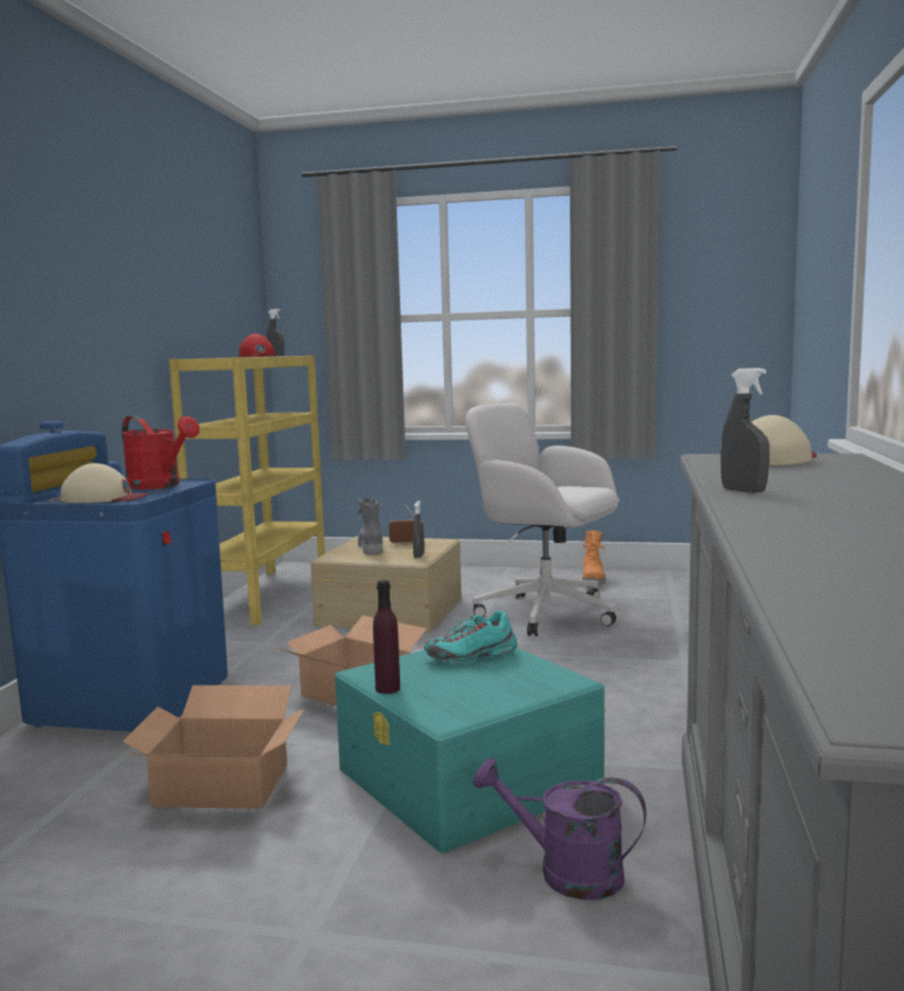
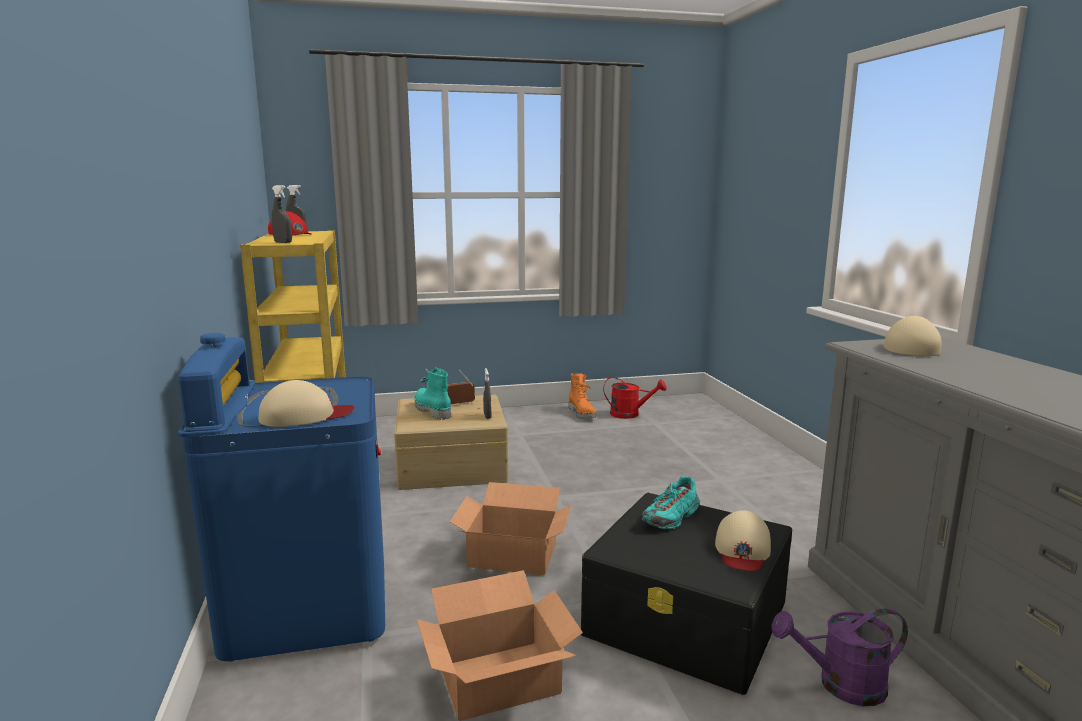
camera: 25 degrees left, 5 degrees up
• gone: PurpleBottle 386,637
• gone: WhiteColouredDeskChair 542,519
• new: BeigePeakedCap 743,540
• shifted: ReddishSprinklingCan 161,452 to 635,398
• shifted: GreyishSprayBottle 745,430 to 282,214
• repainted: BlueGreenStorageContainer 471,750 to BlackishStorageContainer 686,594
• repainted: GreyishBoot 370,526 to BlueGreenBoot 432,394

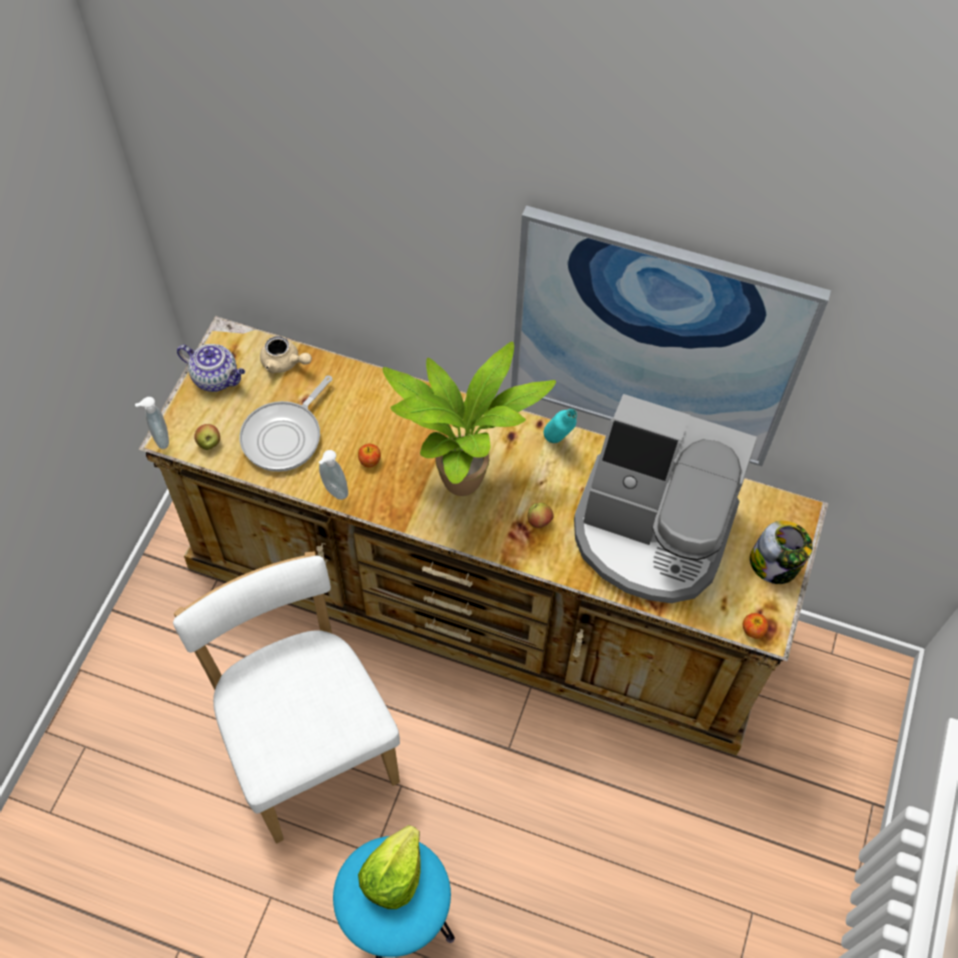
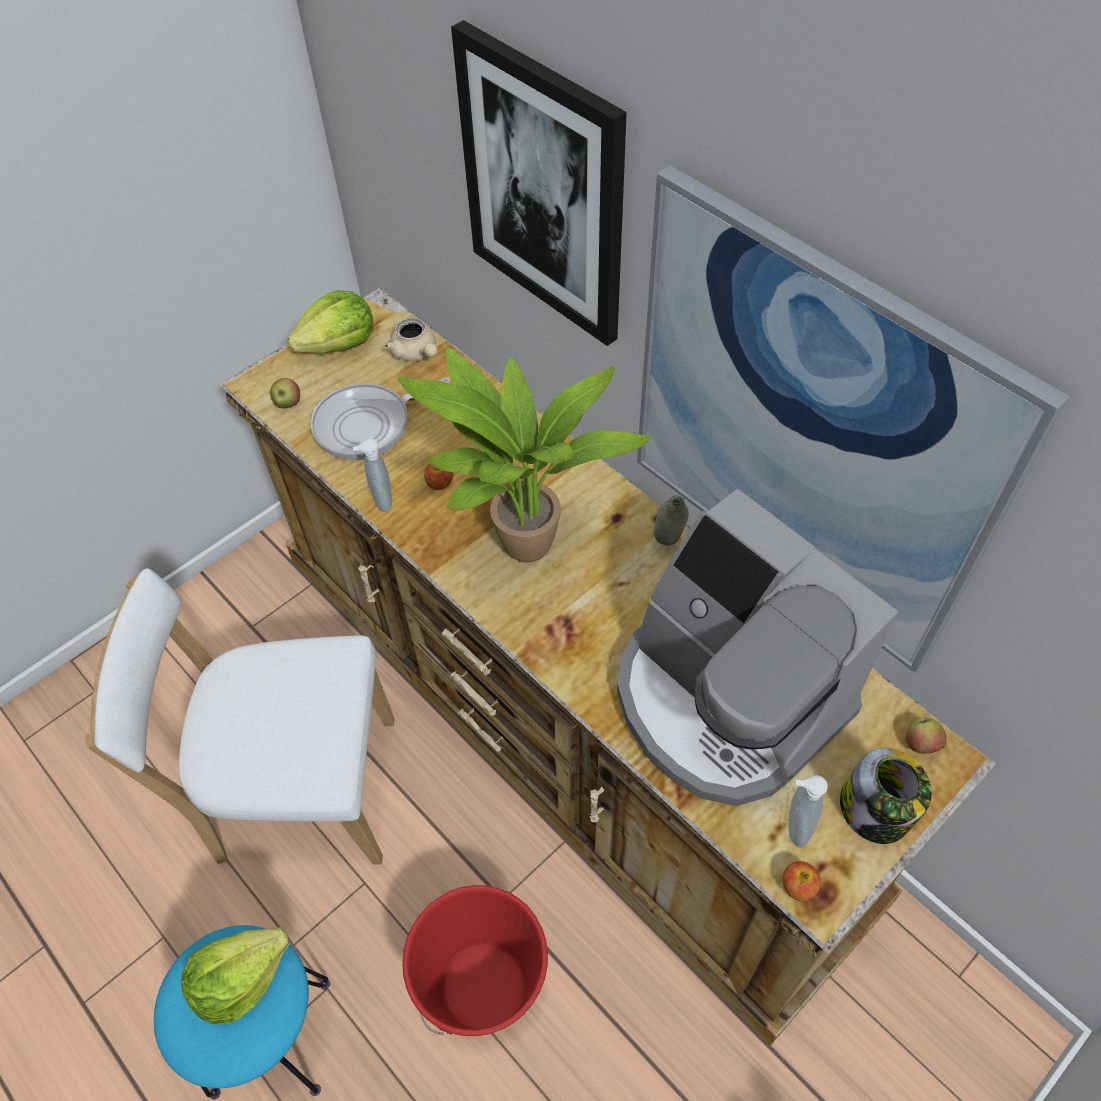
camera: 30 degrees right, 5 degrees down
• new: ReddishWaterBucket 475,960
• new: WallPicture 539,183
• shifted: SoapBottle 152,423 to 808,811
• shifted: AppleFruit 541,515 to 926,735
• swapped: TeaPot 211,368 to Lettuce 330,322
• repainted: BlueGreenBottle 560,426 to GreyishBottle 671,520
• rotated: WhiteColouredPlainChair 286,697 = 240,716 90 degrees counterclockwise

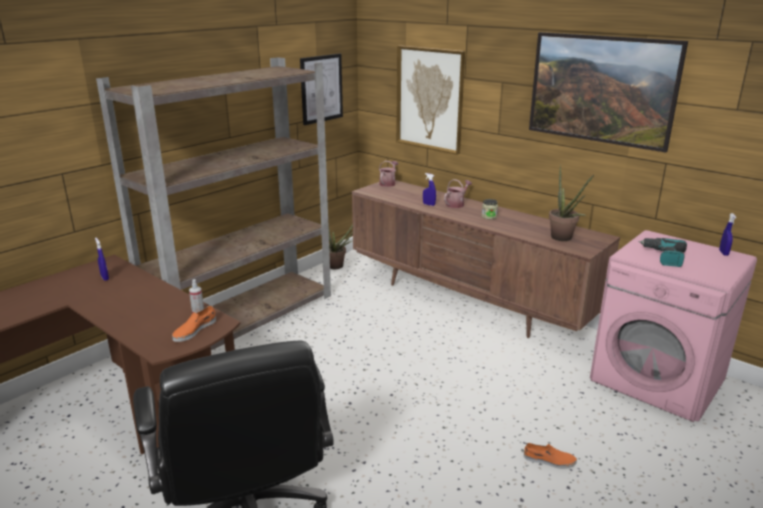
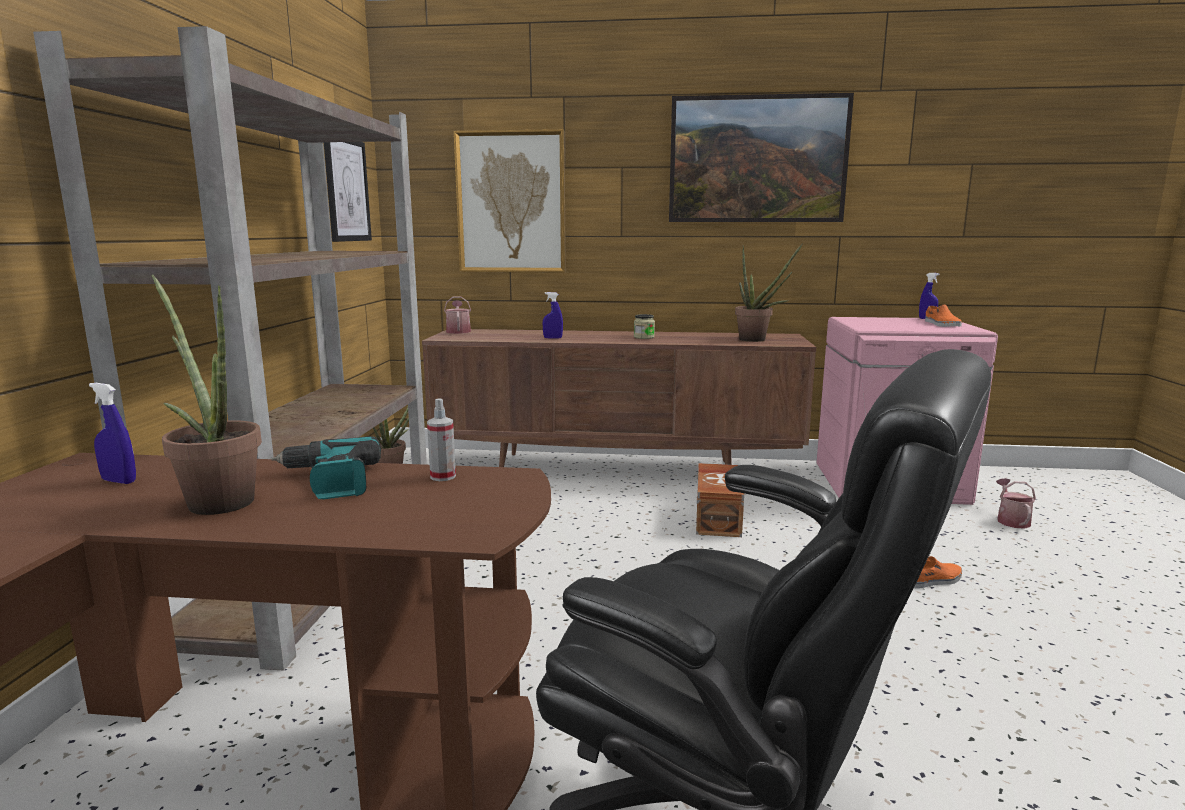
camera: 35 degrees left, 10 degrees down
• new: PlantInAPot 206,394
• new: BrownColouredStorageContainer 720,500
• shifted: OrangeShoe 194,324 to 943,316
• shifted: SprinklingCan 458,193 to 1016,503
• shifted: PowerDrill 663,252 to 326,467

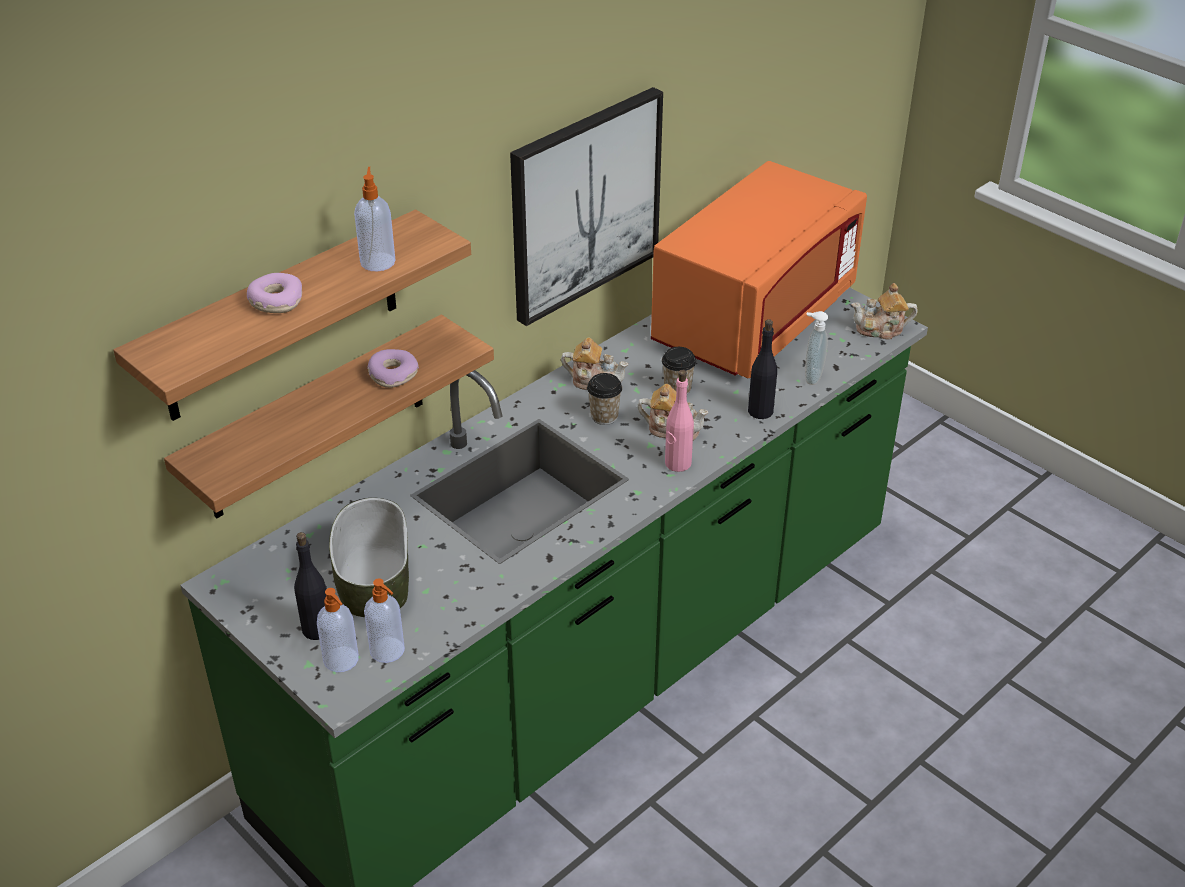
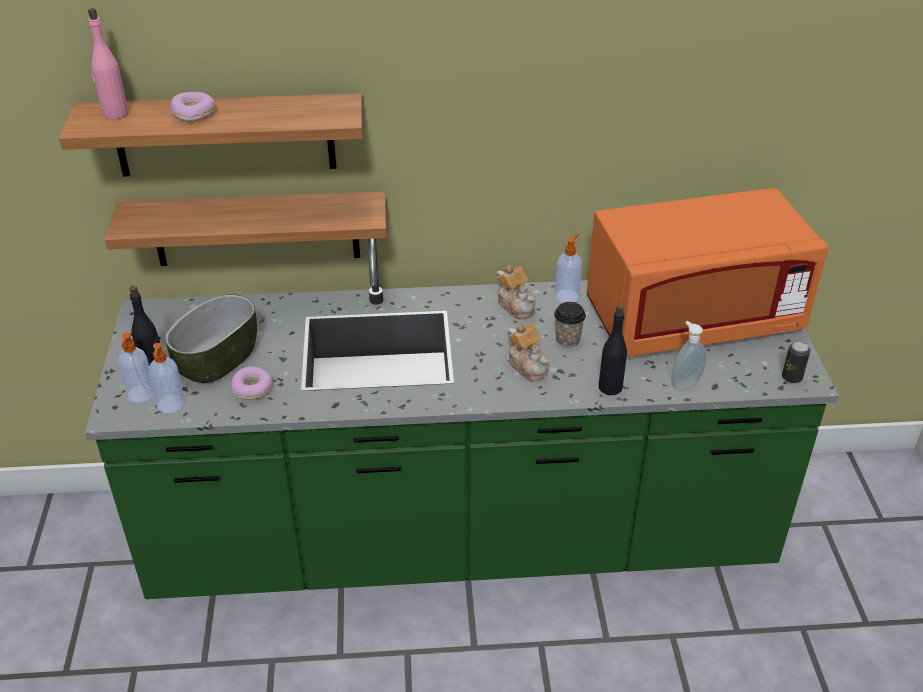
camera: 40 degrees right, 0 degrees up
• gone: WallPicture 586,206
• gone: SmallCup 604,399
• shifted: SoapBottle 374,219 to 568,268
• shifted: RingDoughnut 393,368 to 252,383
• shifted: PinkColouredBottle 679,421 to 108,64
• swapped: TeaPot 884,311 to SealedCan 796,362

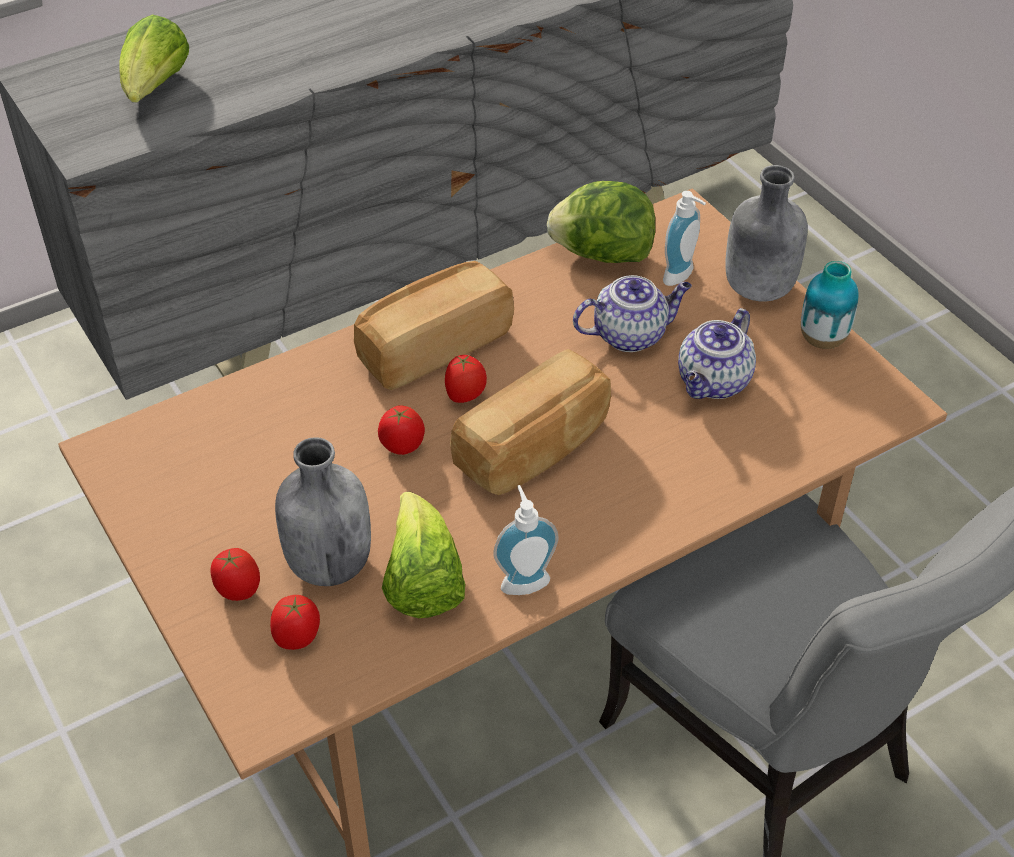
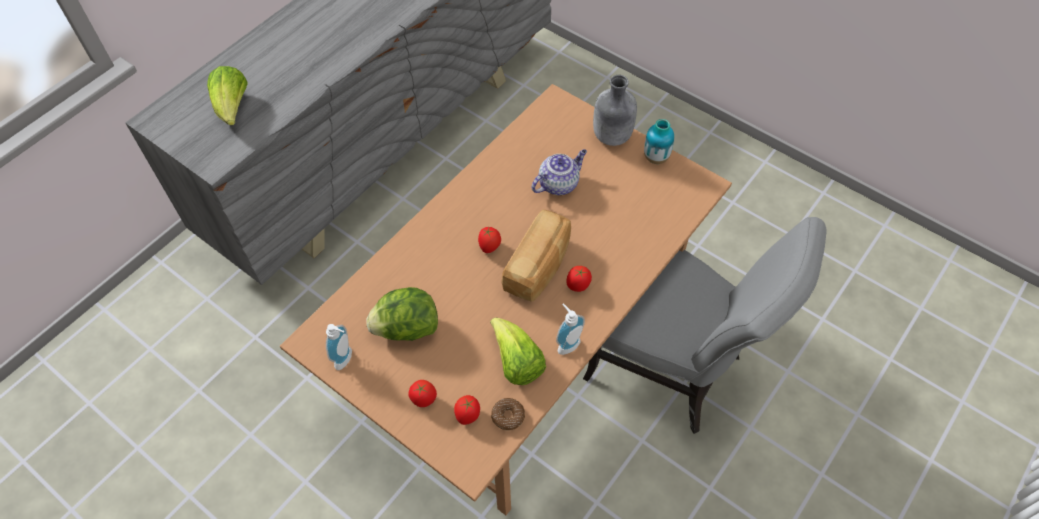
camera: 20 degrees left, 10 degrees up
• gone: GreyishBottle 323,511
• gone: Bread 434,325
• gone: TeaPot 717,353
• new: RingDoughnut 508,414
• shifted: Tomato 401,430 to 579,279
• shifted: Lettuce 601,222 to 402,314
• shifted: SoapBottle 684,238 to 339,347

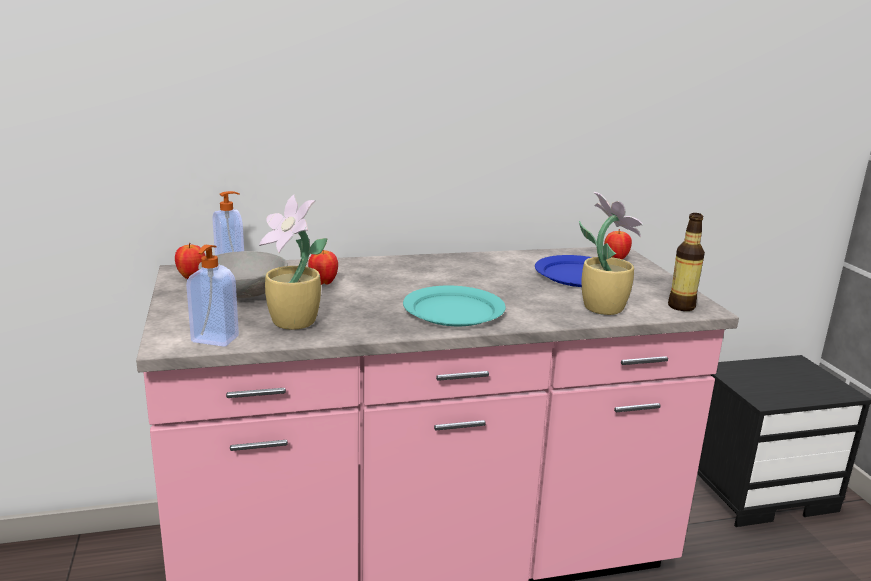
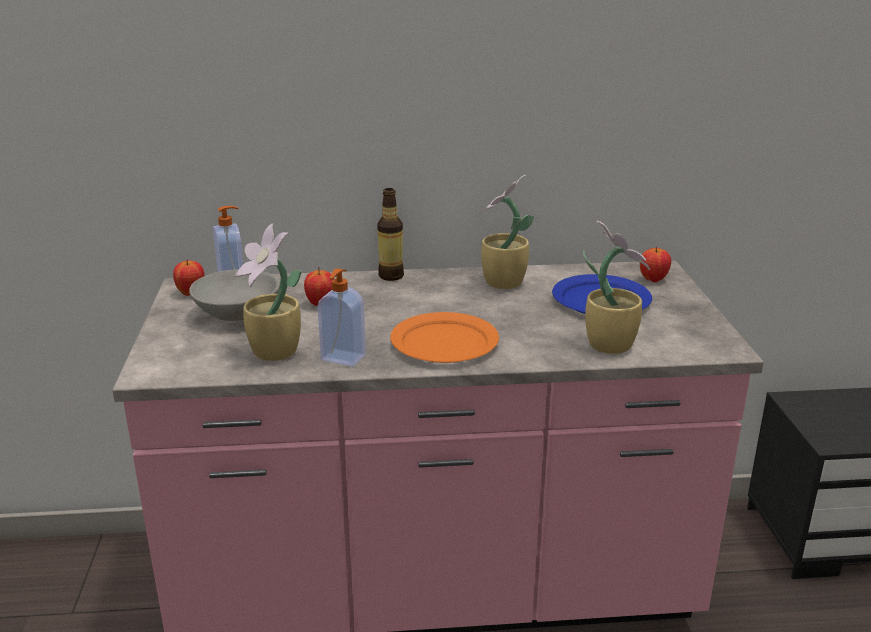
camera: 10 degrees right, 5 degrees up
• new: PlantInAPot 505,232
• shifted: SoapBottle 212,296 to 341,317
• shifted: Bottle 686,262 to 390,234
• repainted: BlueGreenDinnerPlate 454,306 to OrangeDinnerPlate 444,337

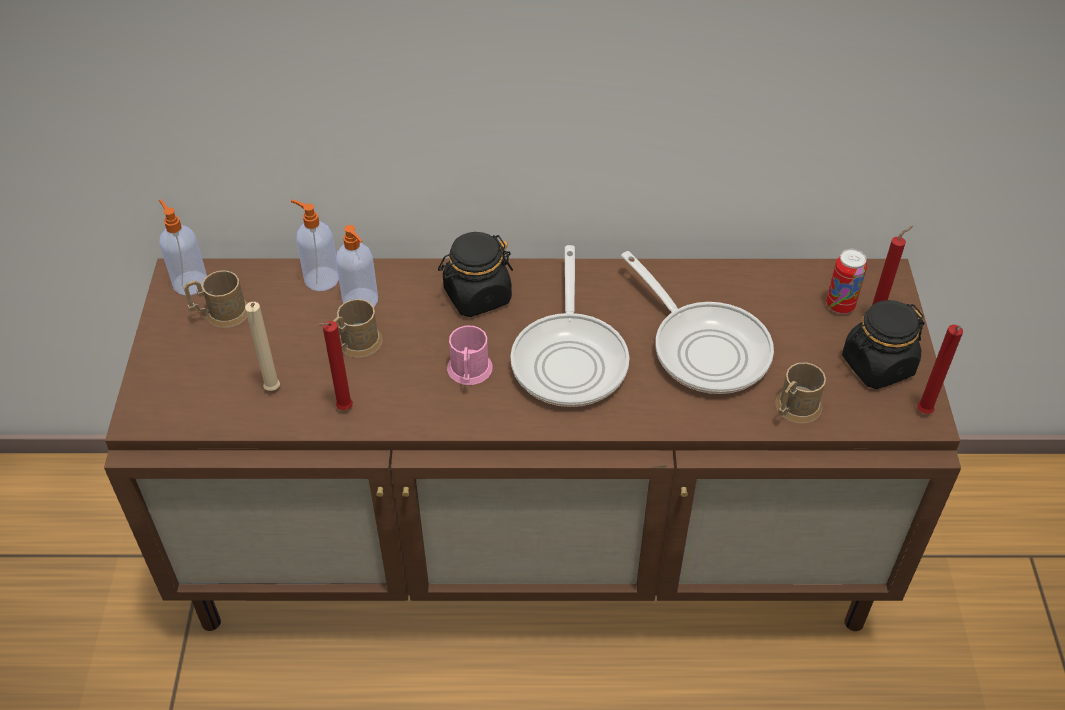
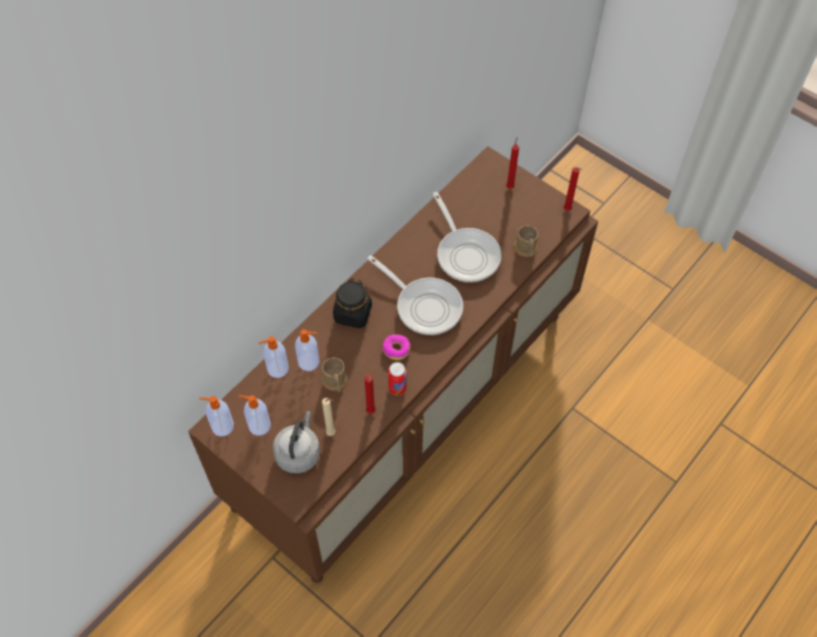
camera: 50 degrees left, 10 degrees up
• gone: BlackishJar 883,344
• new: GreyishWaterKettle 296,442
• shifted: SealedCan 846,281 to 397,378
• swapped: BrownColouredTeaMug 215,299 to SoapBottle 255,415
• swapped: PinkColouredTeaMug 470,355 to RingDoughnut 396,347
• rotated: Pan 697,322 = 467,237 60 degrees clockwise

